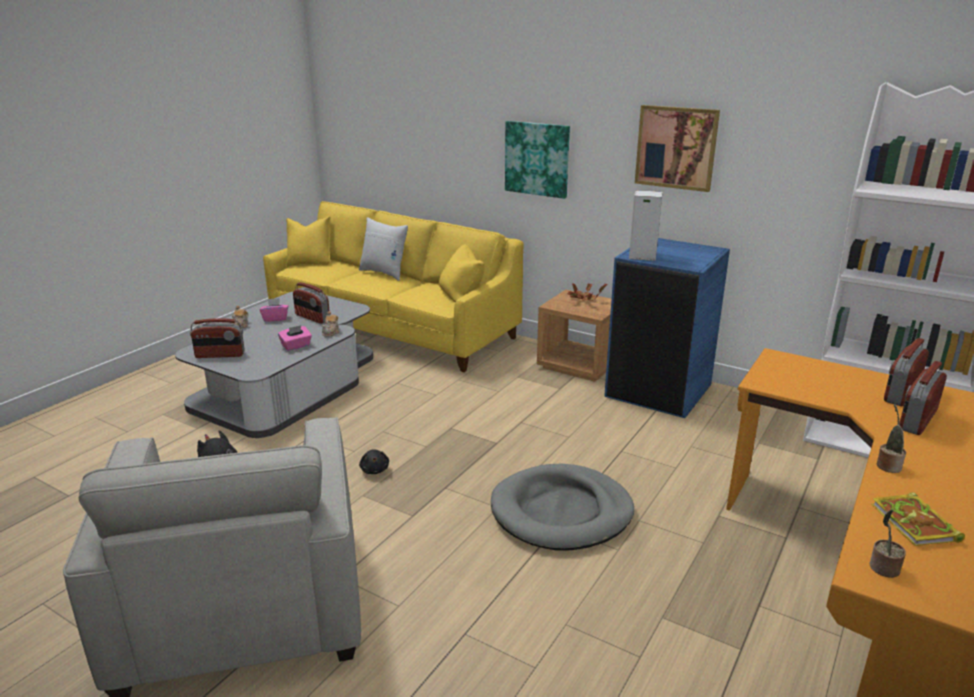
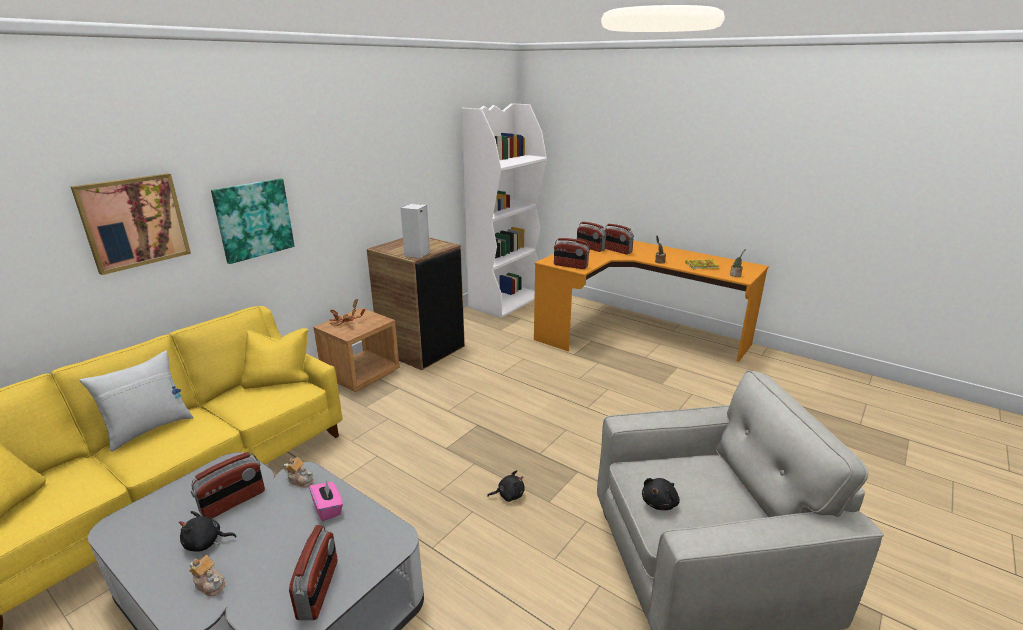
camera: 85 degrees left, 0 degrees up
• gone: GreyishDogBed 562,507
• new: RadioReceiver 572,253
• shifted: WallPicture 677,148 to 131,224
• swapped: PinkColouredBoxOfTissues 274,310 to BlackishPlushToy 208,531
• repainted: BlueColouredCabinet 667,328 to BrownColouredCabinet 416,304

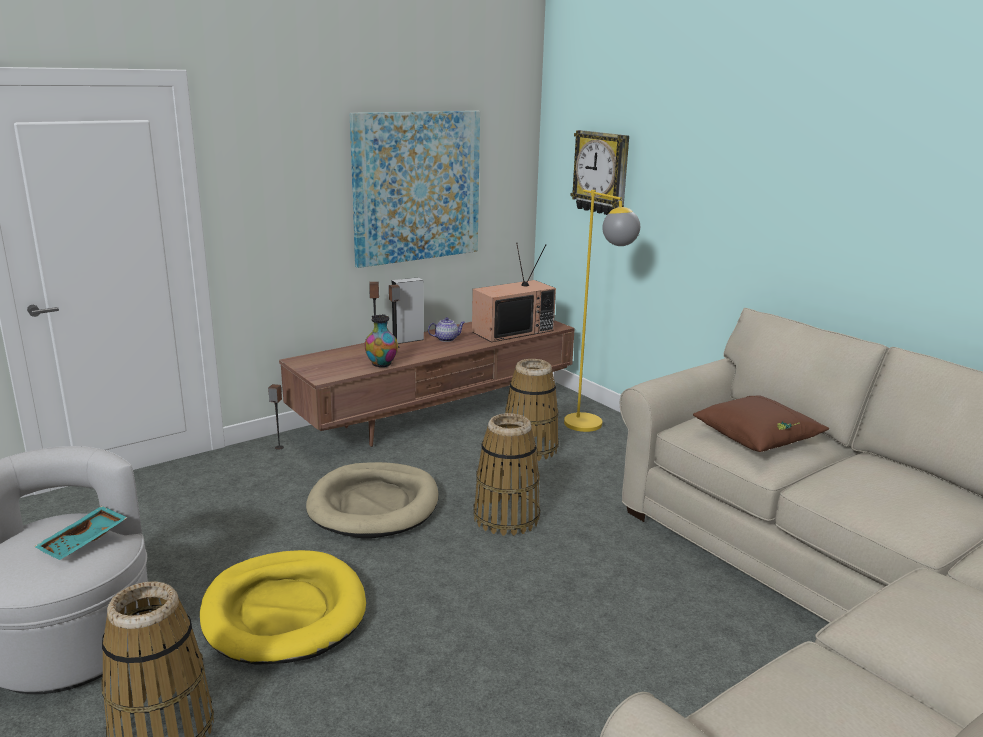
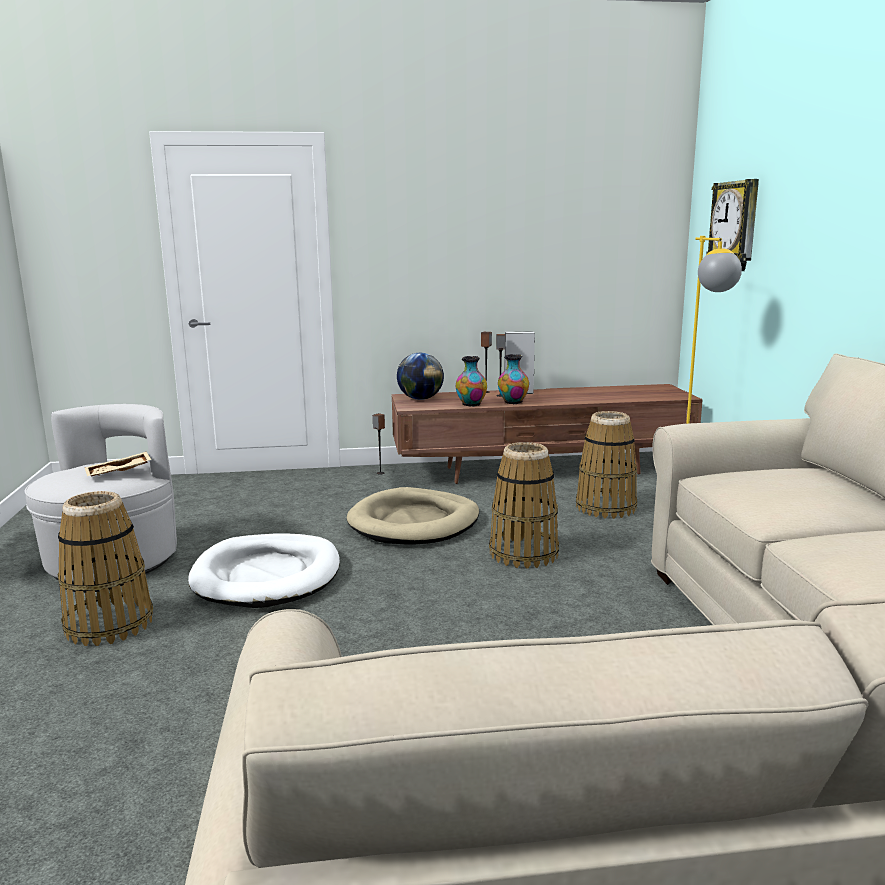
camera: 30 degrees right, 5 degrees down
• gone: WallPicture 415,189
• gone: TeaPot 446,329
• gone: TvSet 514,292
• gone: BrownColouredCushion 761,423
• new: DeskGlobe 420,376
• new: FlowerVase 513,379
• repainted: BlueGreenTray 81,533 to BeigeTray 118,464
• repainted: YellowColouredDogBed 283,607 to WhiteColouredDogBed 264,571

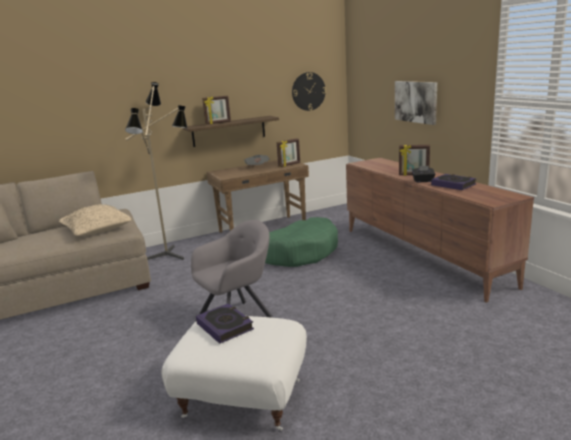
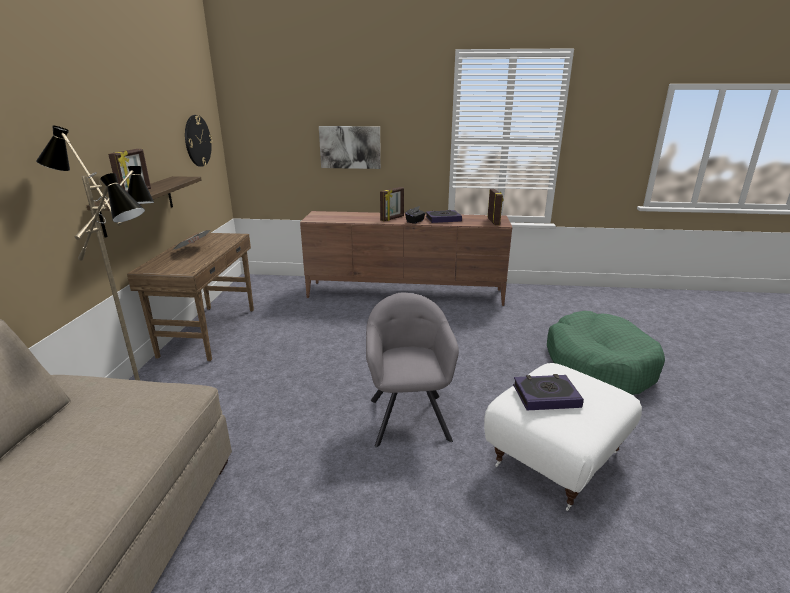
camera: 60 degrees left, 5 degrees up
• gone: BeigeCushion 95,220
• shifted: GreenDogBed 301,242 to 606,353
• shifted: PictureFrame 288,152 to 495,207

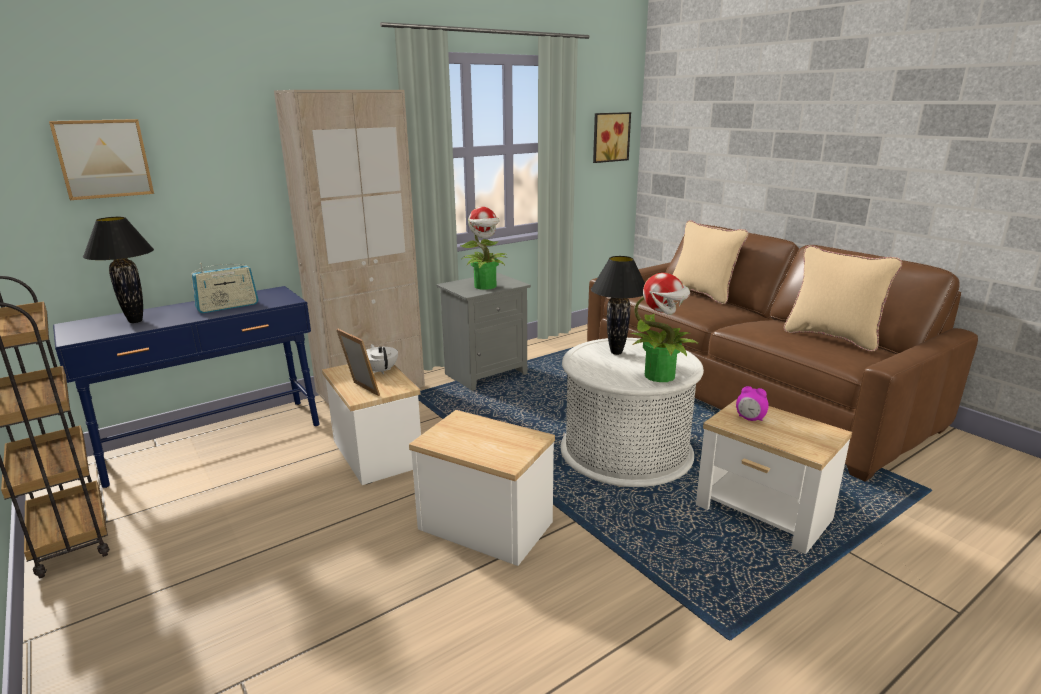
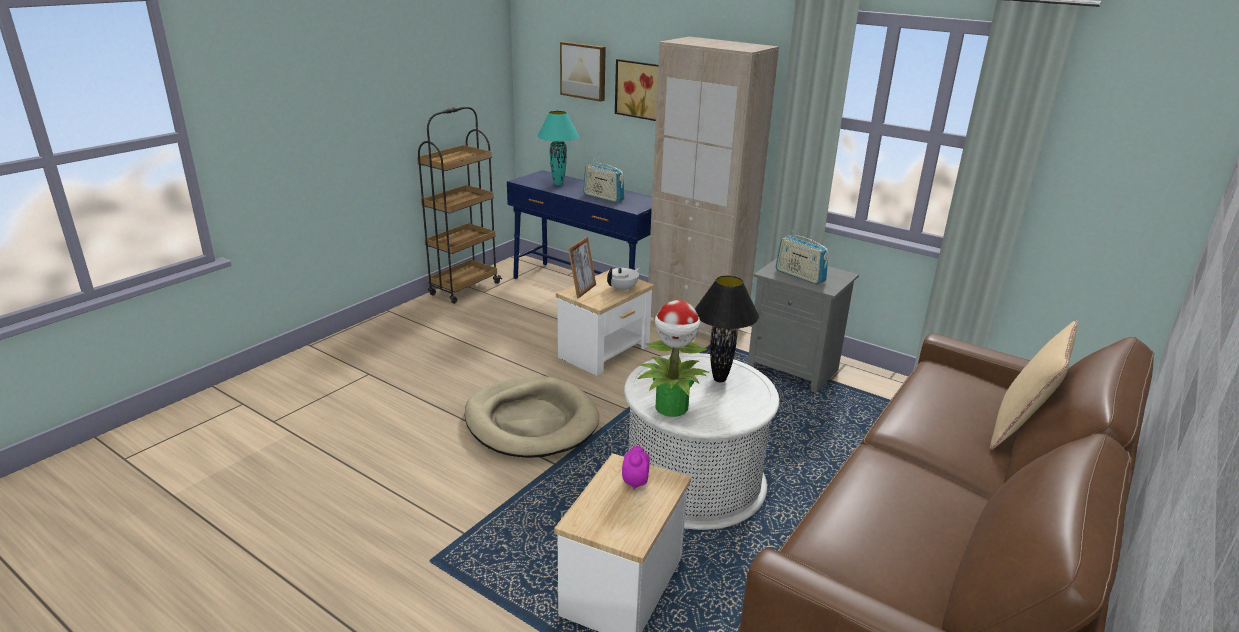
camera: 70 degrees right, 5 degrees up
• gone: BeigeCushion 843,298
• shifted: WallPicture 612,137 to 636,90
• swapped: SideTable 482,488 to BeigeDogBed 531,417
• swapped: PlantInAPot 484,248 to RadioReceiver 802,258
• repainted: BlackishTableLamp 118,270 to BlueGreenTableLamp 558,148

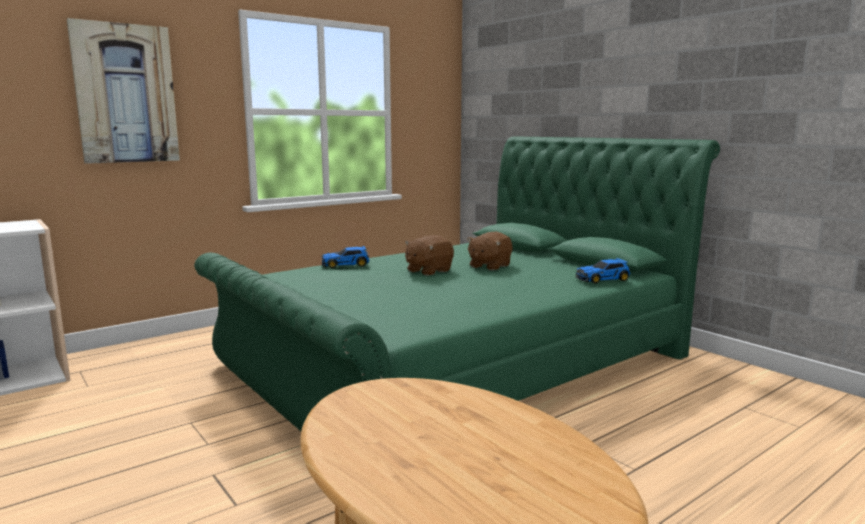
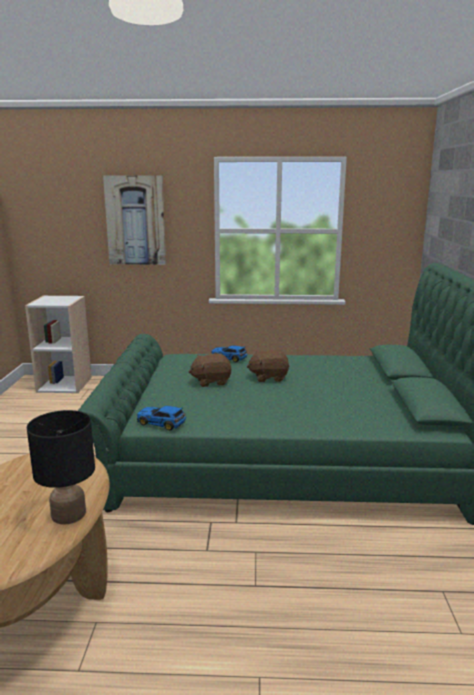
camera: 40 degrees right, 5 degrees up
• new: BlackishTableLamp 61,467
• shifted: BrownColouredPlushToy 490,251 to 210,370
• shifted: ToyCar 603,271 to 161,418

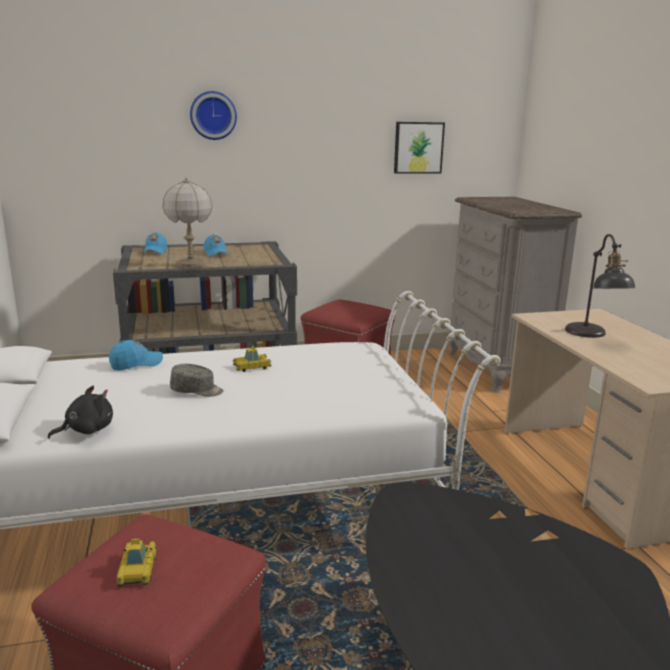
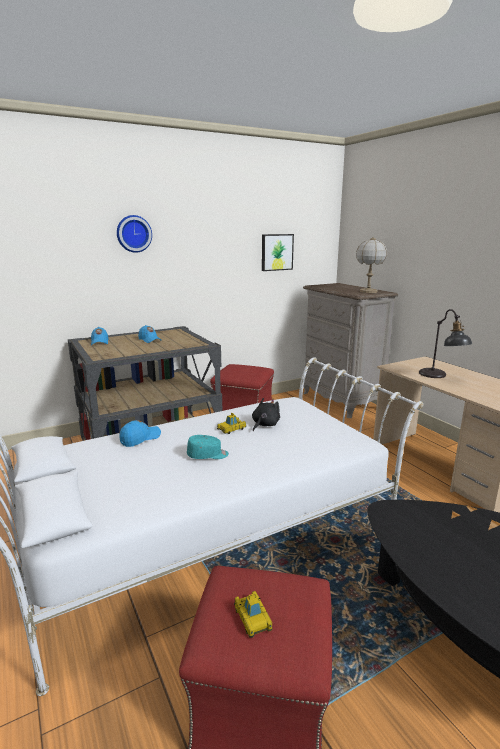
camera: 15 degrees left, 0 degrees up
• shifted: BlackishPlushToy 80,412 to 266,414
• shifted: TableLamp 187,222 to 371,265
• repainted: GreyishPeakedCap 196,380 to BlueGreenPeakedCap 208,447

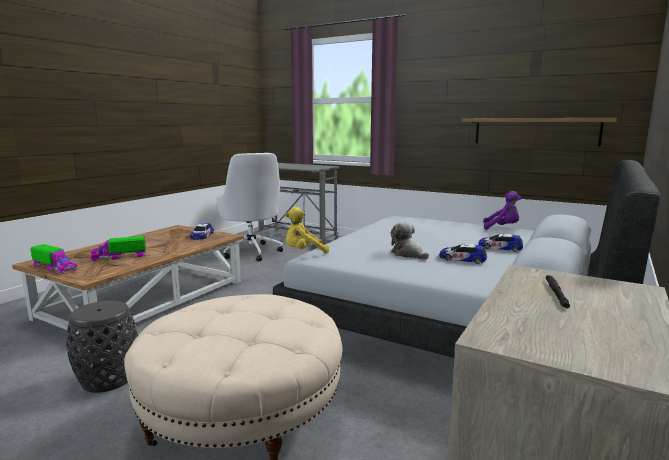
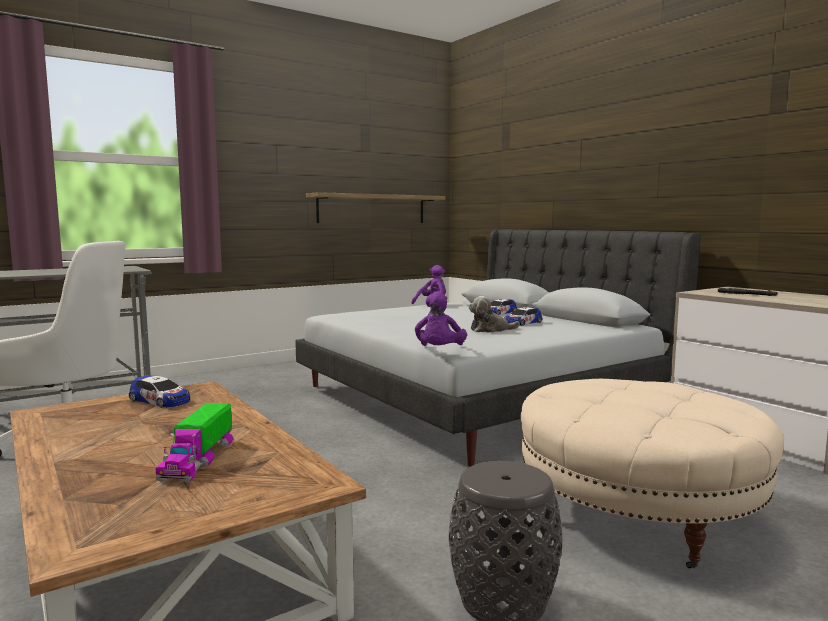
camera: 65 degrees left, 5 degrees down
• gone: ToyTruck 54,259
• repainted: YellowColouredPlushToy 307,230 to PurplePlushToy 441,319

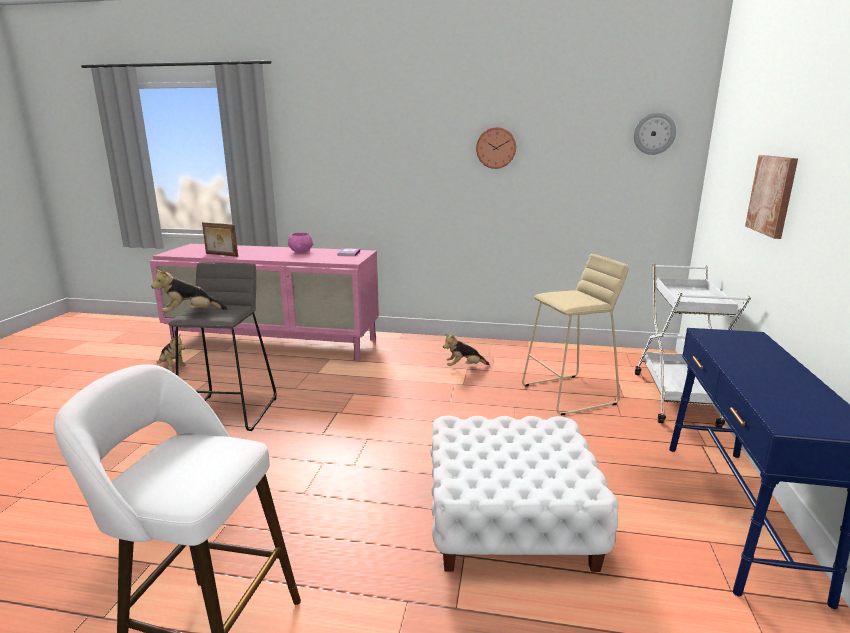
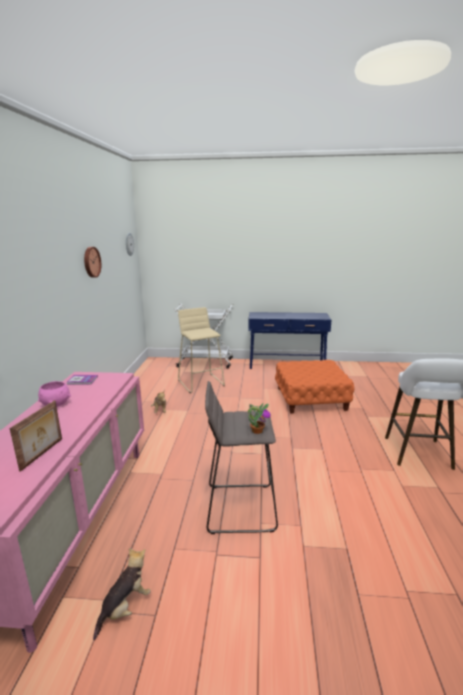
camera: 95 degrees left, 0 degrees up
• gone: WallPicture 771,197
• swapped: PlushToy 189,290 to PlantInAPot 259,418
• repainted: WhiteColouredOttoman 524,493 to OrangeOttoman 314,387

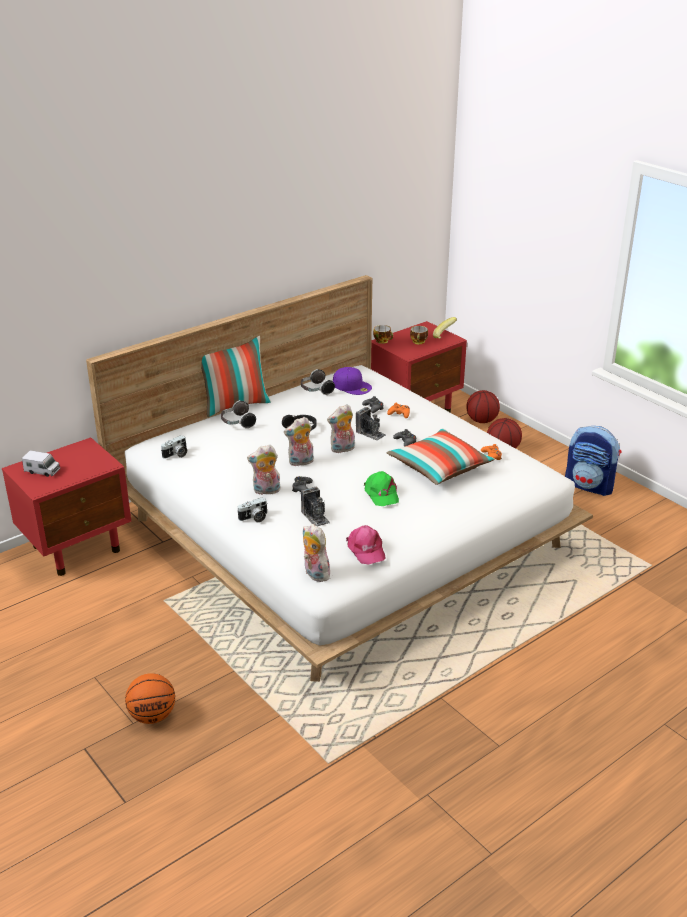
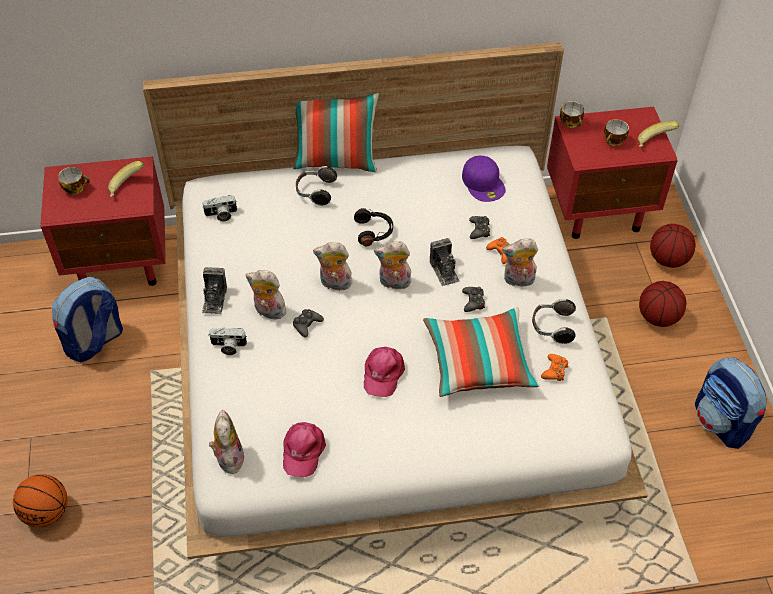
camera: 30 degrees right, 20 degrees up
• new: Backpack 87,320
• new: BananaFruit 126,179
• new: PlushToy 520,262
• shifted: Headphones 318,382 to 554,321
• shifted: PhotoCamera 315,506 to 214,290
• swapped: ToyTruck 41,463 to SmallCup 74,181
• repainted: GreenPeakedCap 381,488 to PinkColouredPeakedCap 384,372

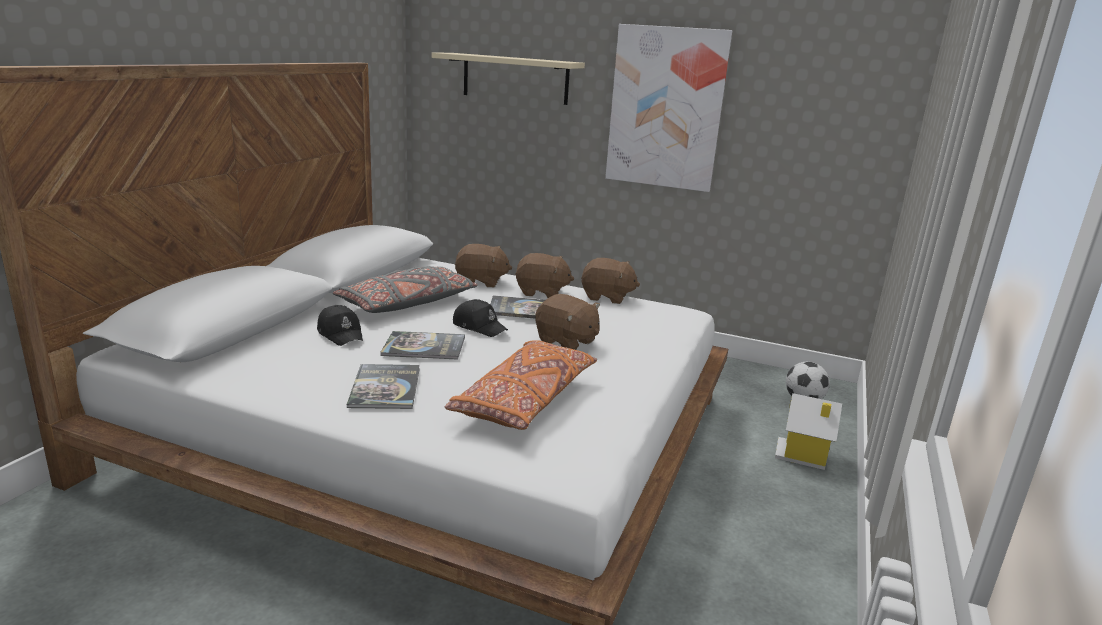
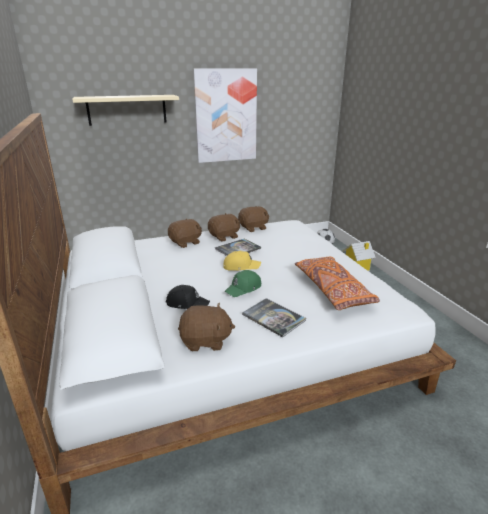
camera: 40 degrees left, 5 degrees up
• gone: GreyishCushion 405,289
• shifted: BrownColouredPlushToy 567,322 to 206,327
• swapped: Volume 422,345 to GreenPeakedCap 243,283
• repainted: BlackishPeakedCap 480,318 to YellowColouredPeakedCap 242,261

